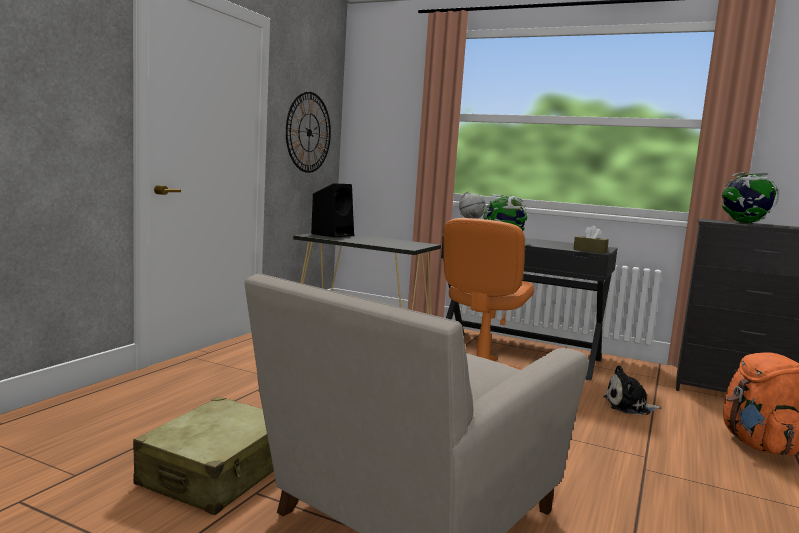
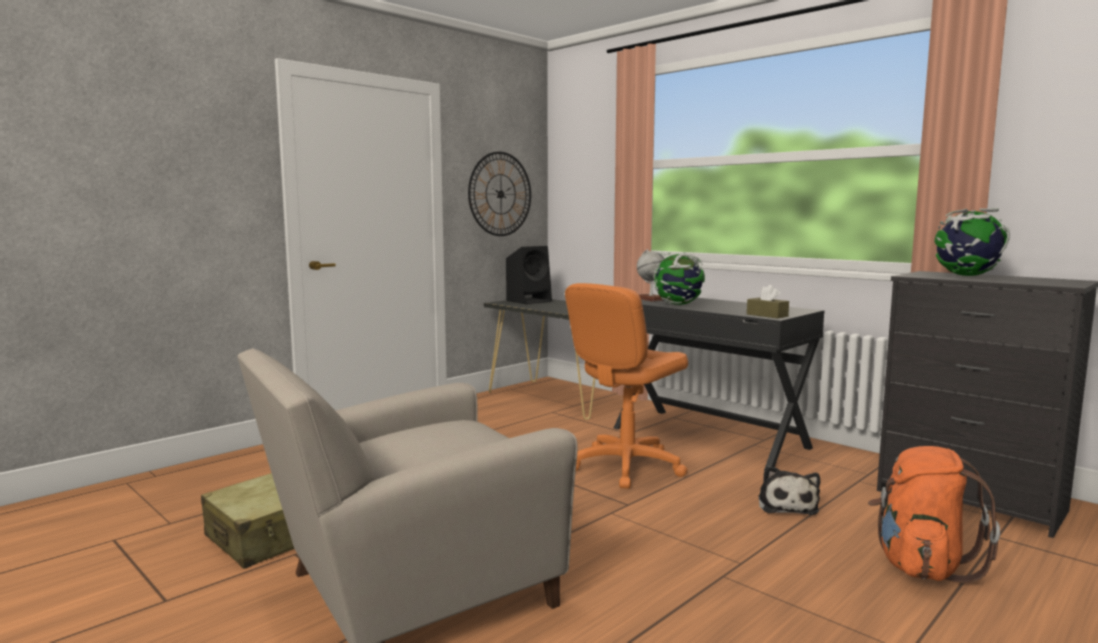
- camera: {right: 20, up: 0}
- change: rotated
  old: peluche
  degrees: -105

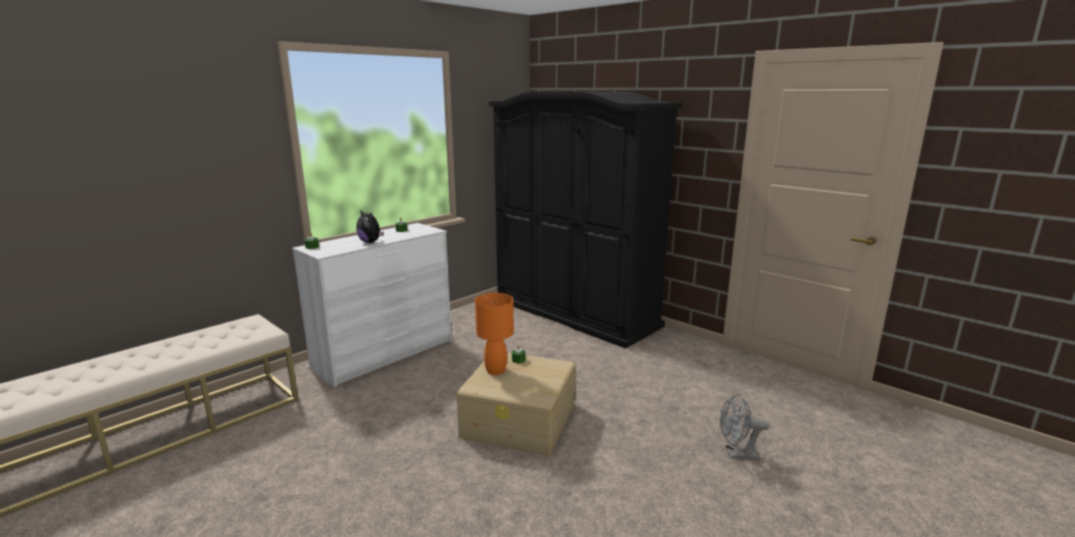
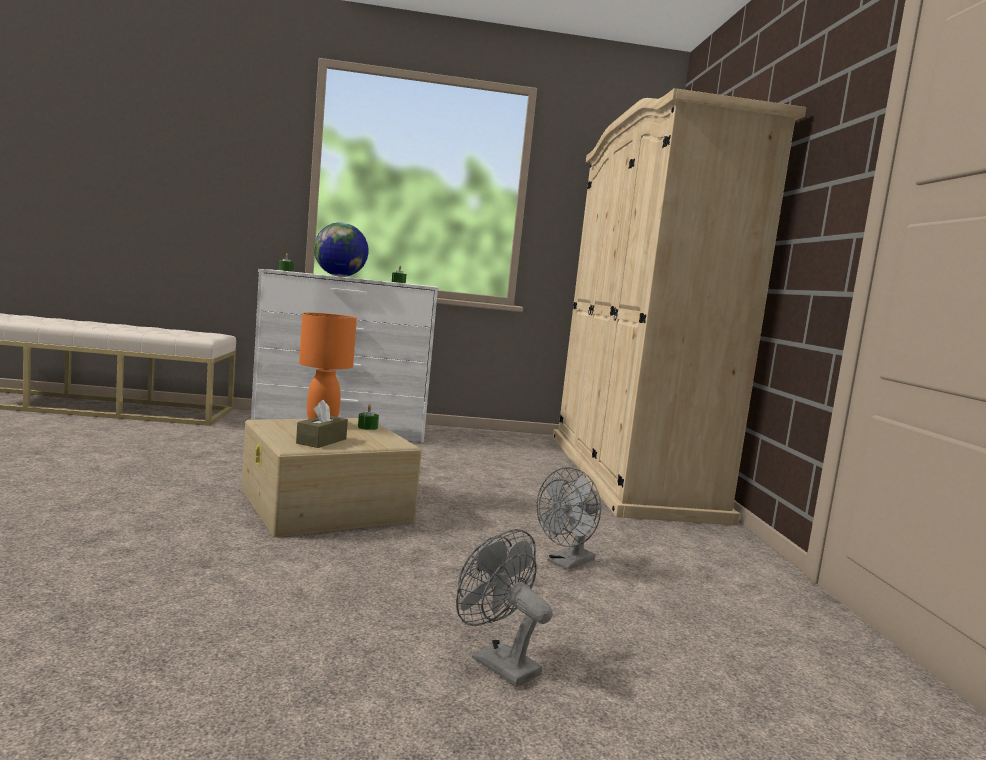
- camera: {right: 40, up: -10}
- change: repainted
  old: armario ropero (negro)
  new: armario ropero (beis)
- change: swapped
  old: peluche
  new: globo terráqueo
- change: new
  new: caja de pañuelos (marrón)
- change: new
  new: ventilador (gris) (no. 2 from left)

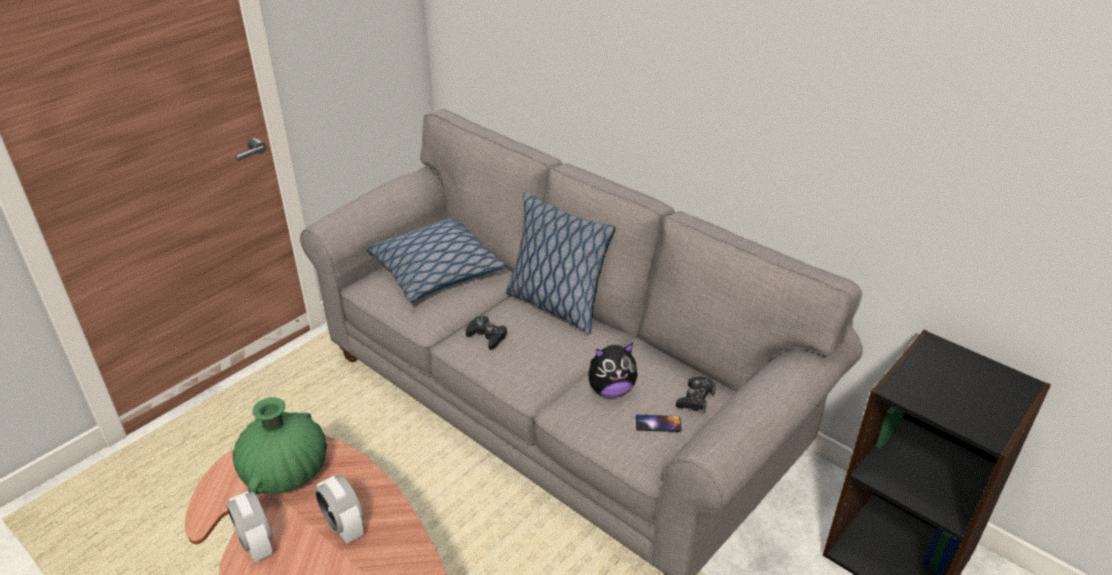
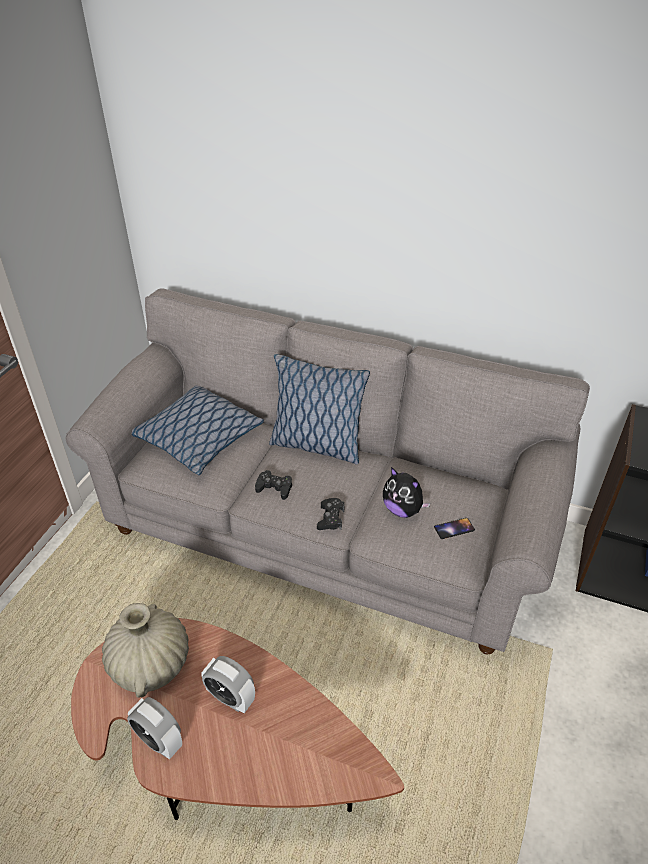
- camera: {right: -20, up: 5}
- change: rotated
  old: peluche
  degrees: 75
- change: shifted
  old: mando de consola (negro) (no. 2 from left)
- change: repainted
  old: florero (verde)
  new: florero (beis)

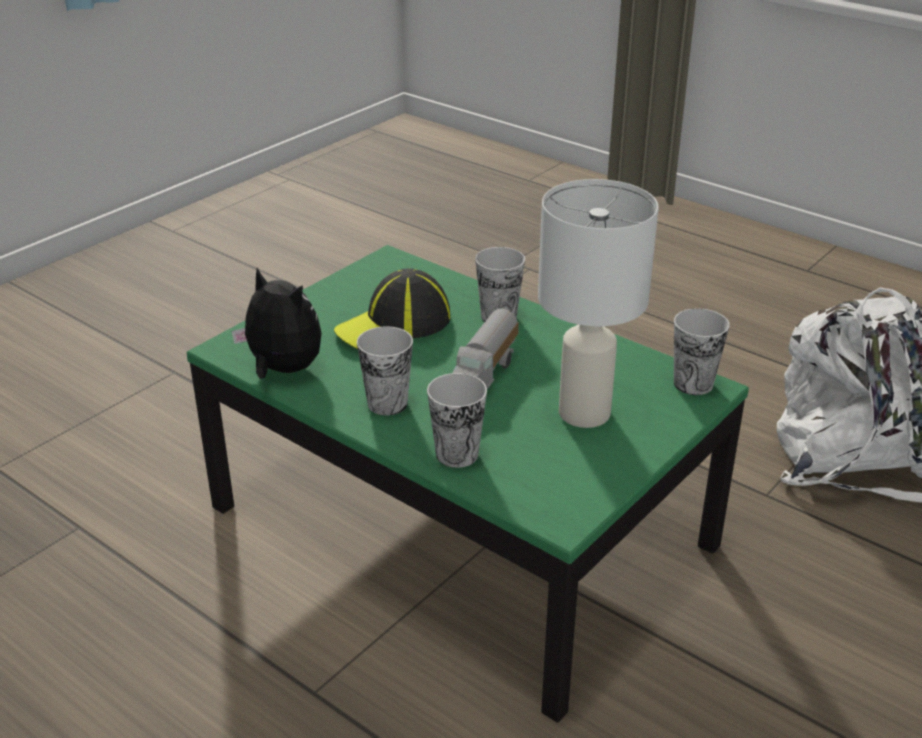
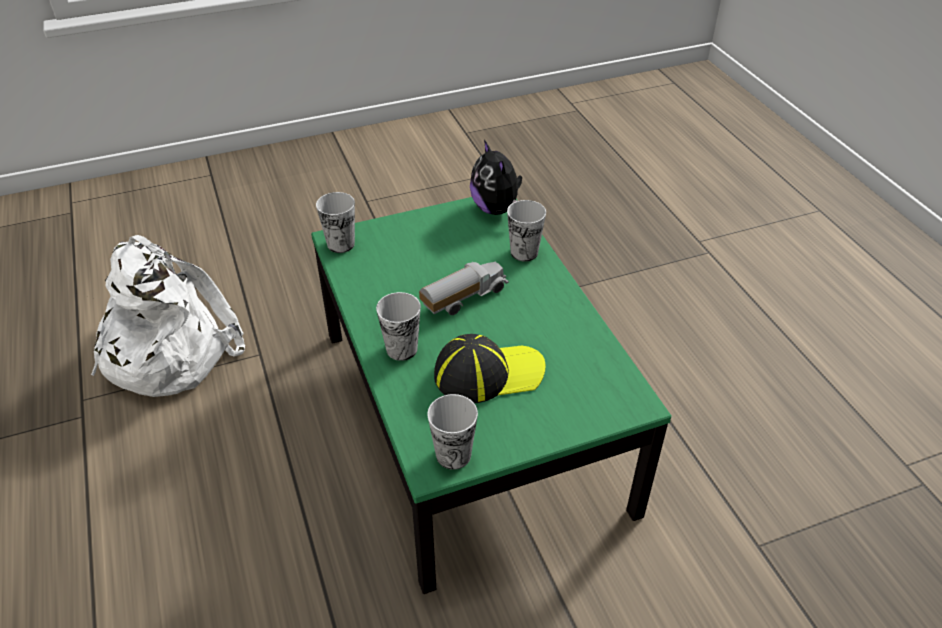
- camera: {right: -150, up: 10}
- change: gone
  old: lámpara de mesa (blanco)
- change: shifted
  old: peluche
- change: shifted
  old: taza (no. 1 from left in the first image)
  new: taza (no. 3 from left)

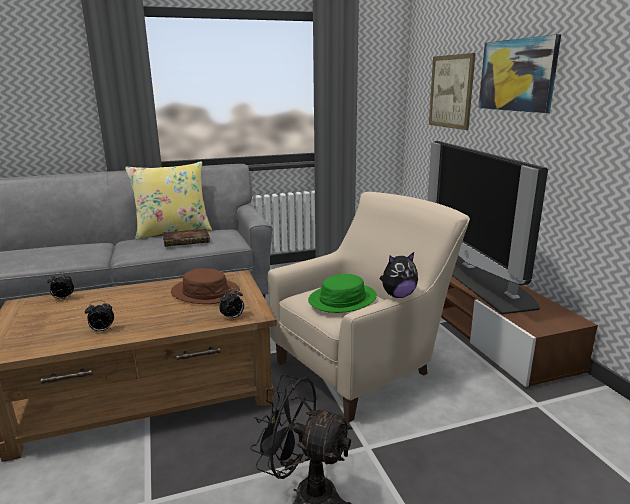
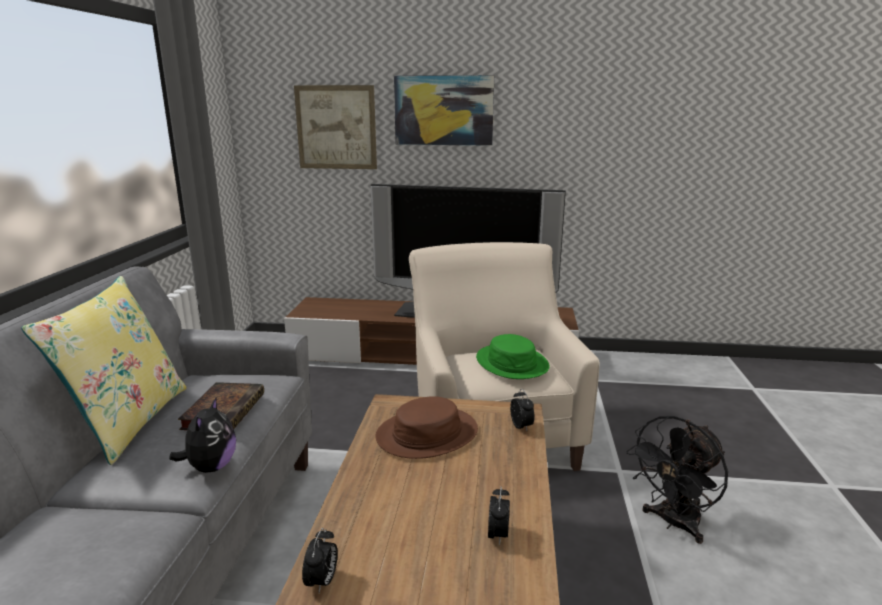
- camera: {right: -65, up: 0}
- change: shifted
  old: peluche

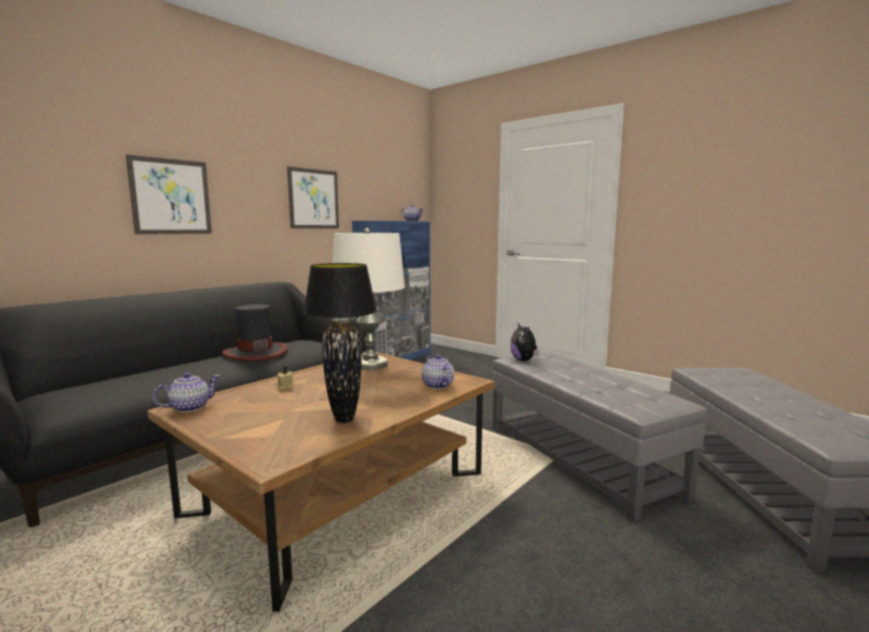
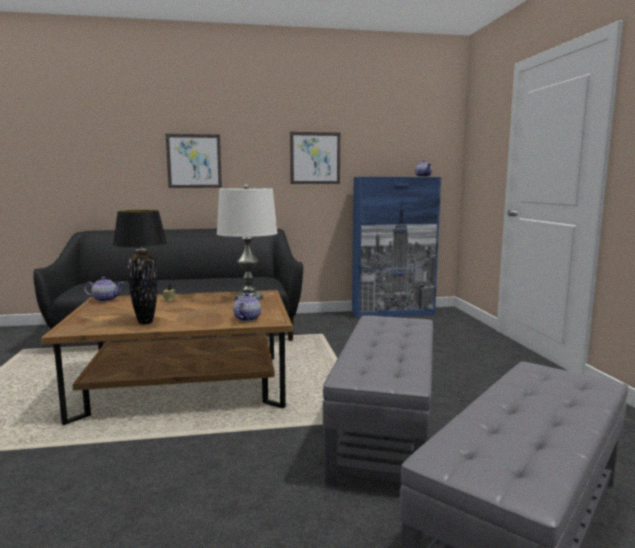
- camera: {right: 40, up: 0}
- change: gone
  old: sombrero
- change: gone
  old: peluche

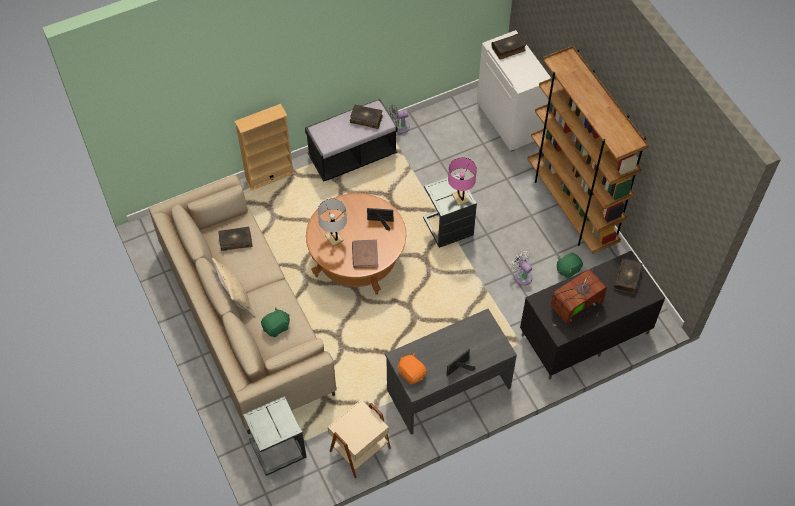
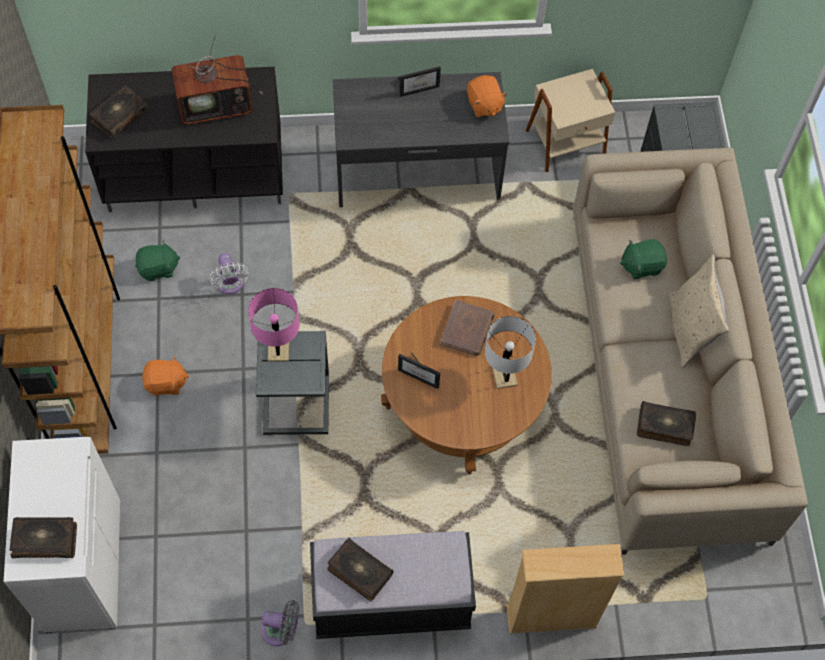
- camera: {right: -160, up: 5}
- change: new
  new: peluche (naranja) (no. 1 from left)

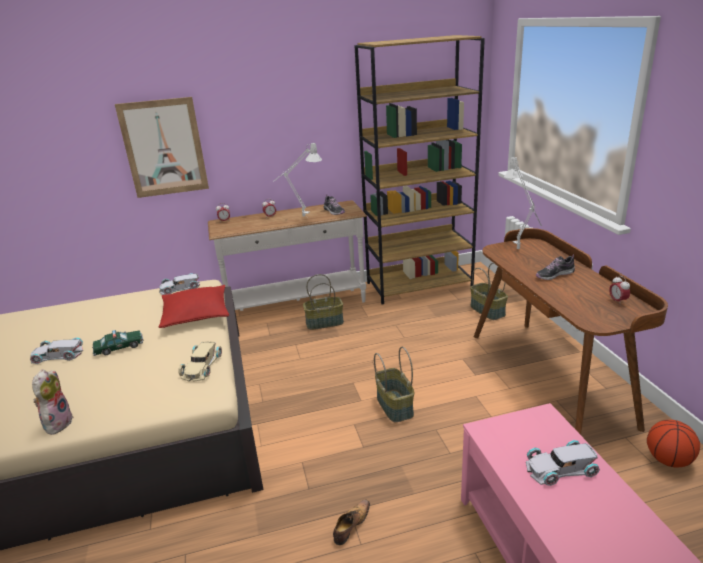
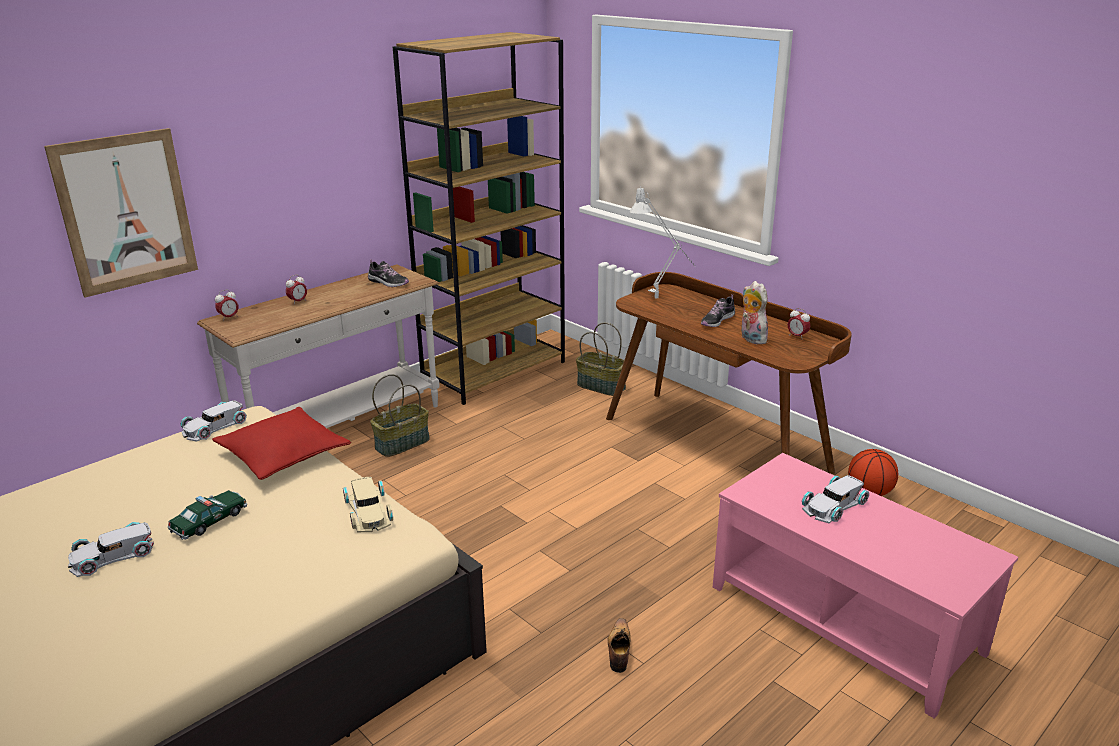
- camera: {right: -30, up: 0}
- change: gone
  old: lámpara de mesa (gris) (no. 1 from left)
- change: gone
  old: cesta (no. 2 from left)
- change: shifted
  old: peluche

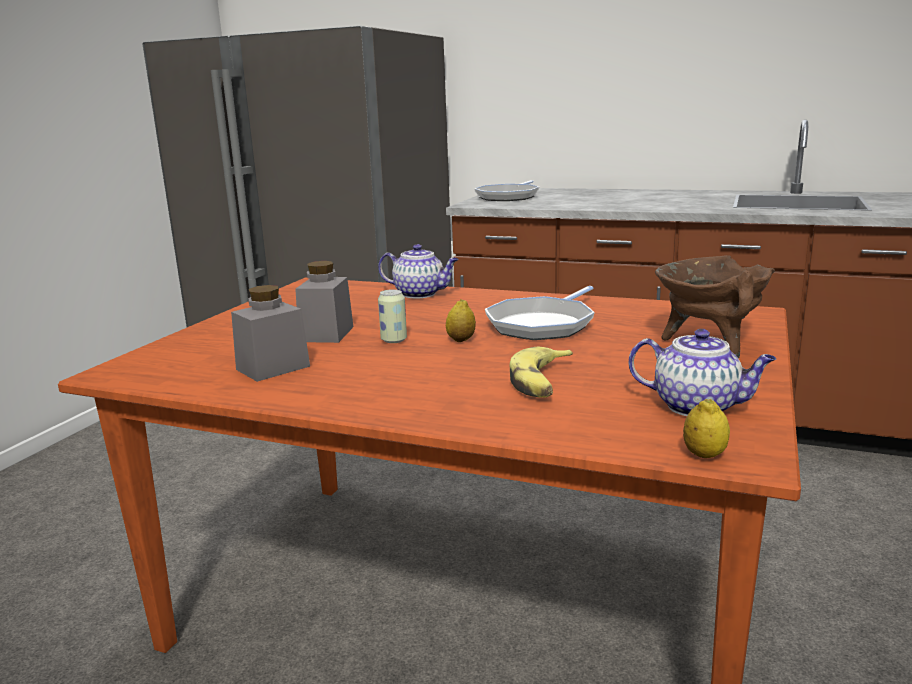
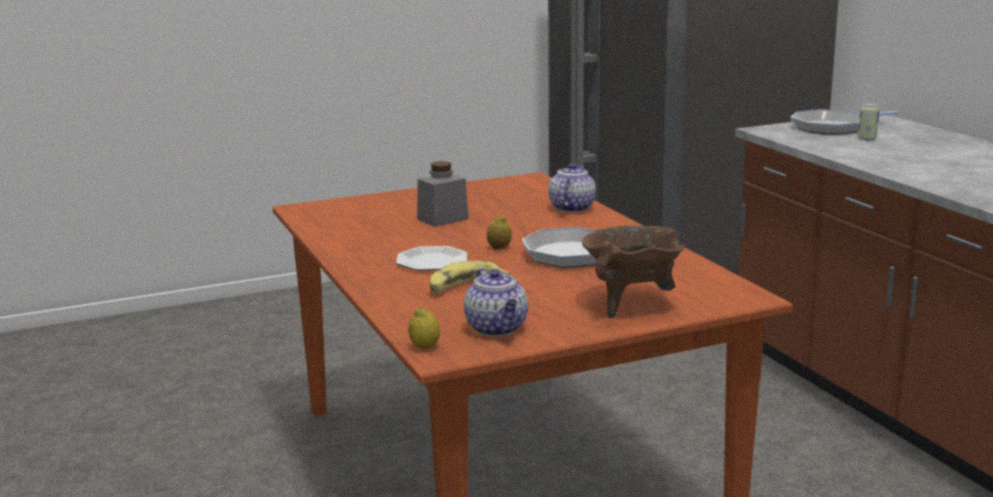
- camera: {right: 45, up: 0}
- change: rotated
  old: tetera (no. 1 from left in the first image)
  degrees: -135
- change: gone
  old: tarro (gris) (no. 1 from left)
- change: shifted
  old: lata
- change: new
  new: plato

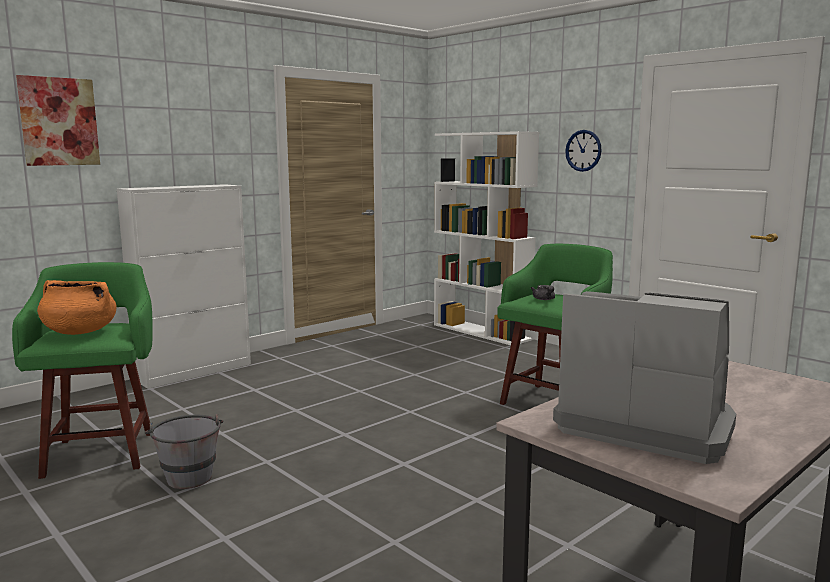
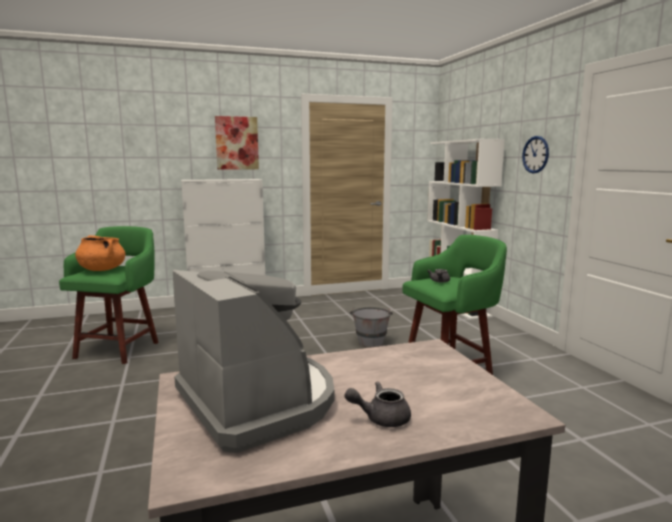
- camera: {right: 25, up: 0}
- change: shifted
  old: cuadro
- change: shifted
  old: cubo (gris)
- change: new
  new: tetera (gris) (no. 1 from left)

